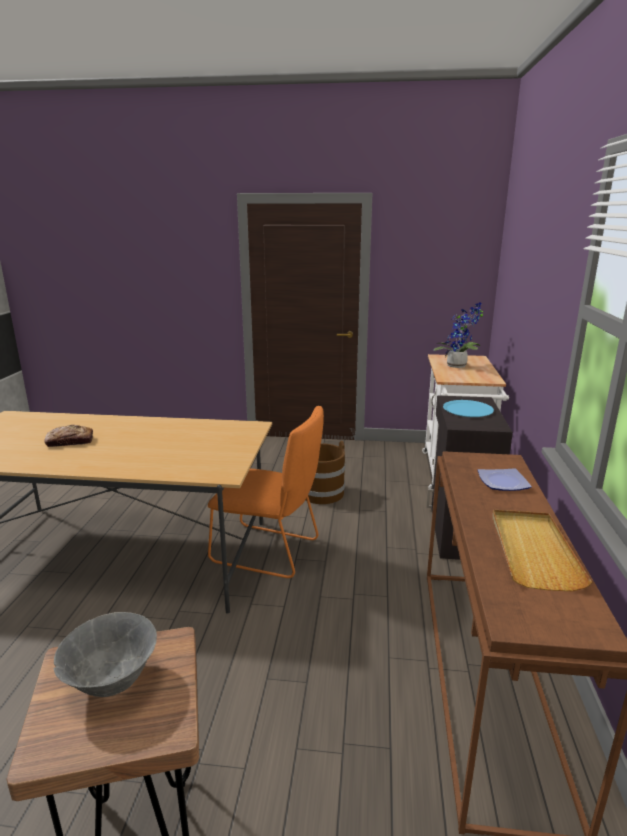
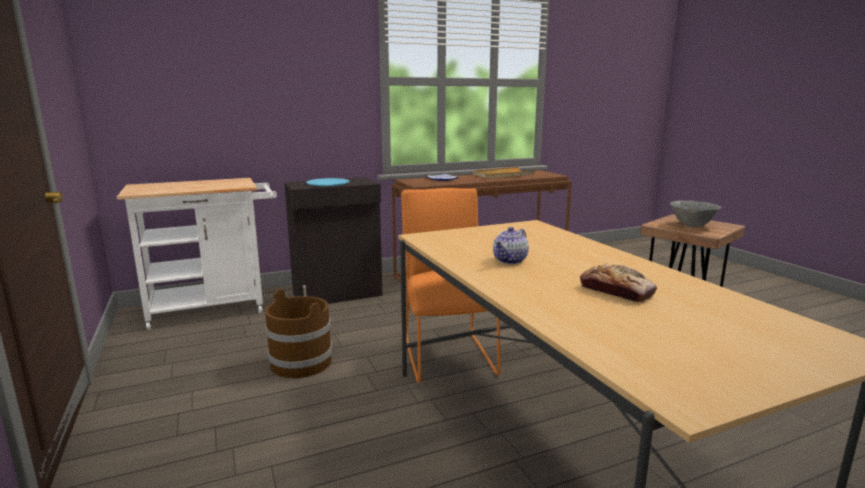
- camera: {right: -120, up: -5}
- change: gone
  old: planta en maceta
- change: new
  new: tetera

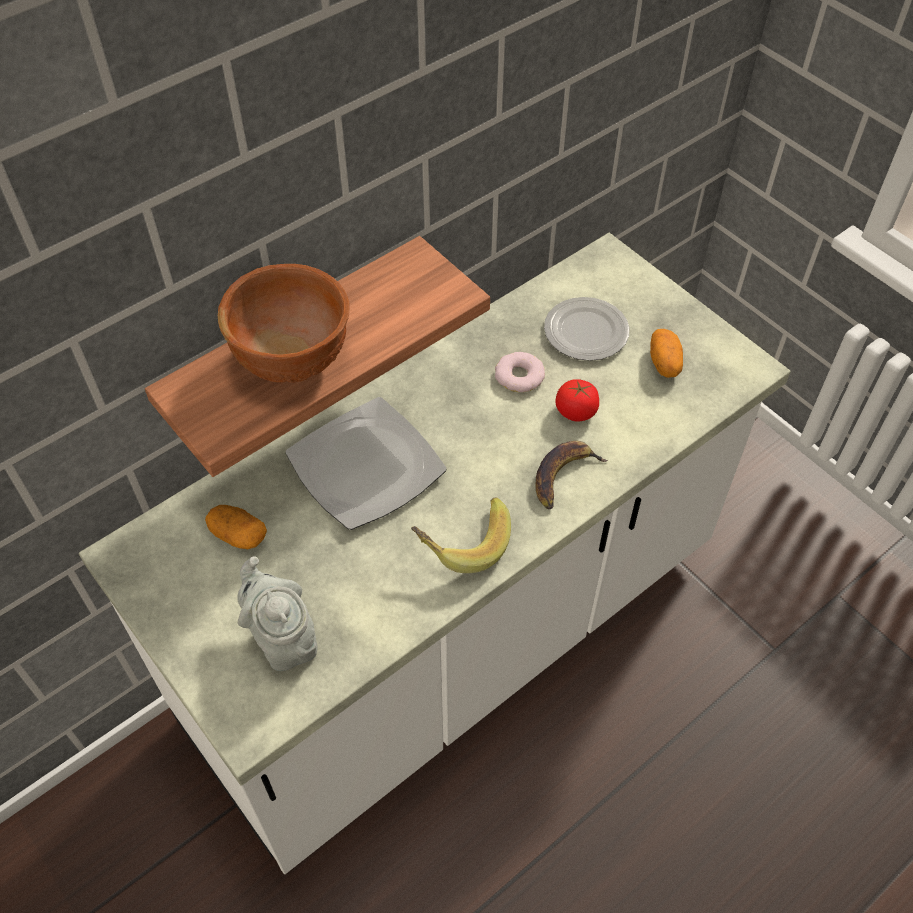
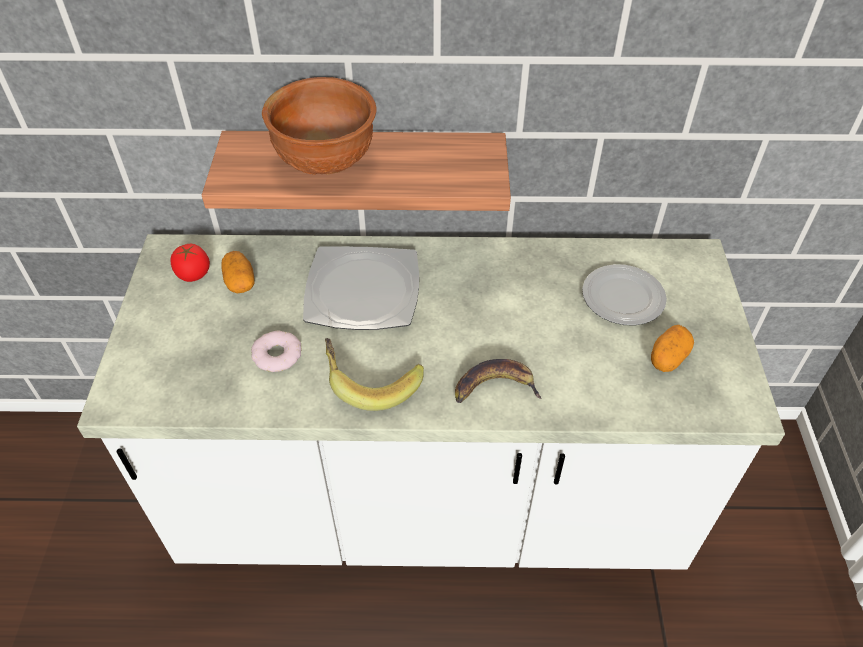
- camera: {right: 40, up: -5}
- change: shifted
  old: rosquilla
- change: shifted
  old: tomate
- change: gone
  old: tetera (gris)

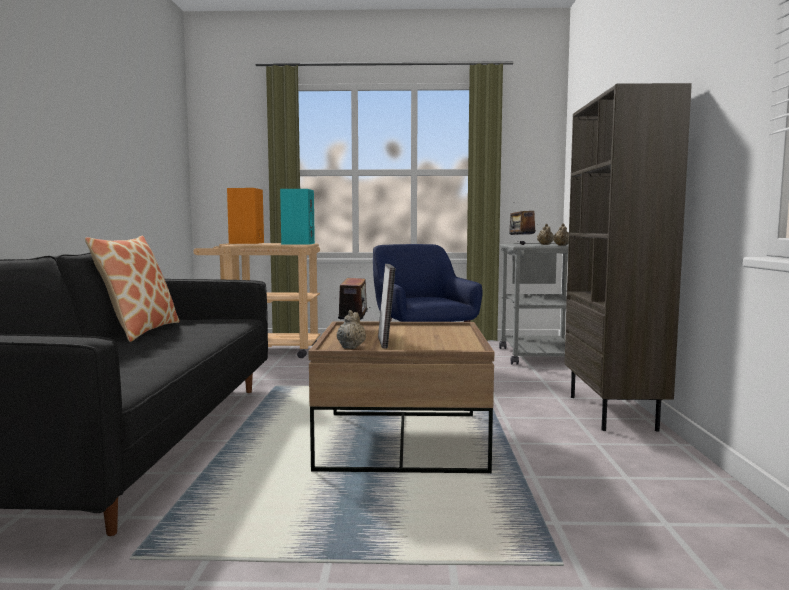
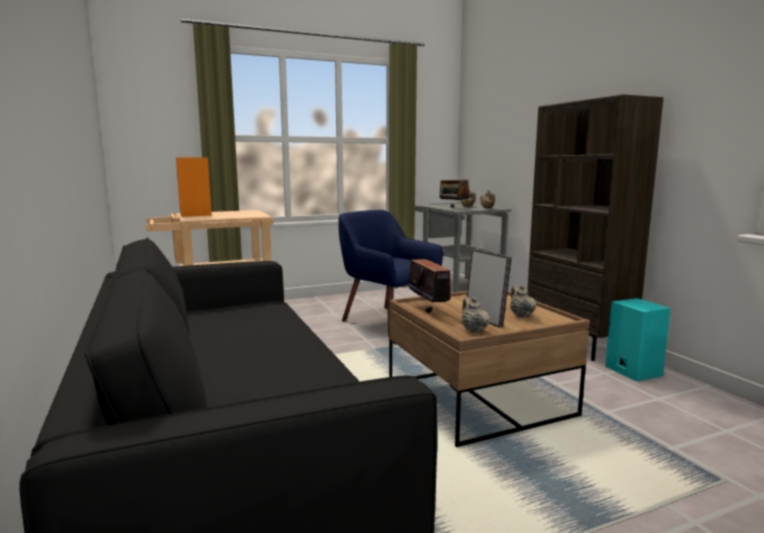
- camera: {right: -25, up: 5}
- change: shifted
  old: altavoz (turquesa)
- change: gone
  old: cojín
- change: new
  new: tetera (beis) (no. 4 from left)

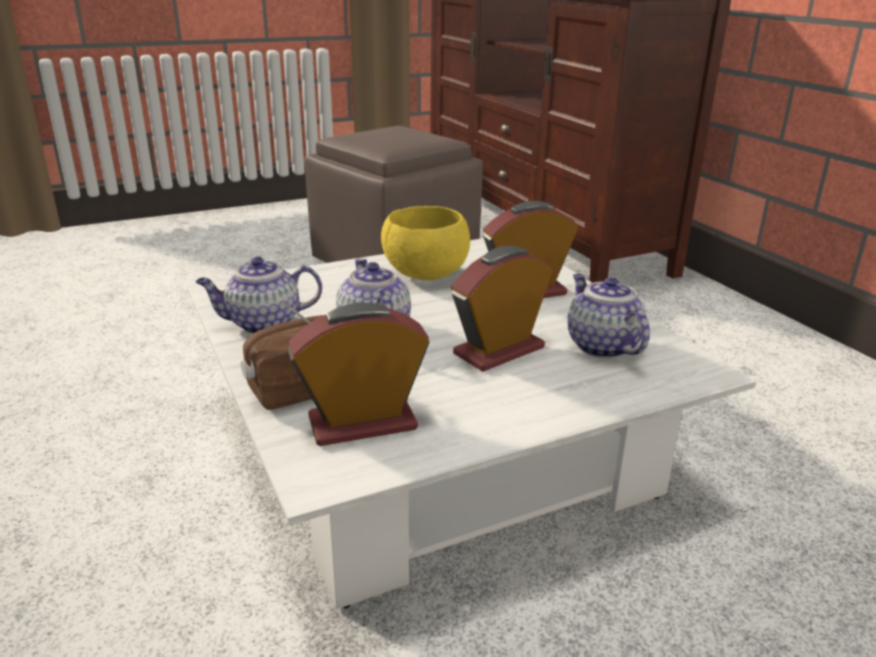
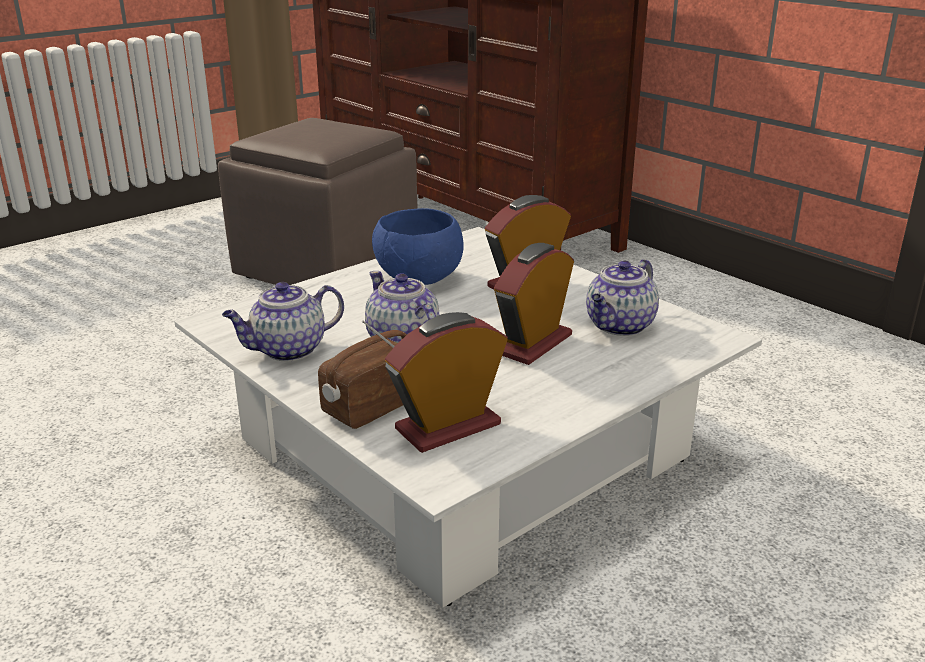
- camera: {right: -15, up: 0}
- change: repainted
  old: cuenco (amarillo)
  new: cuenco (azul)
- change: rotated
  old: tetera (no. 3 from left)
  degrees: -105

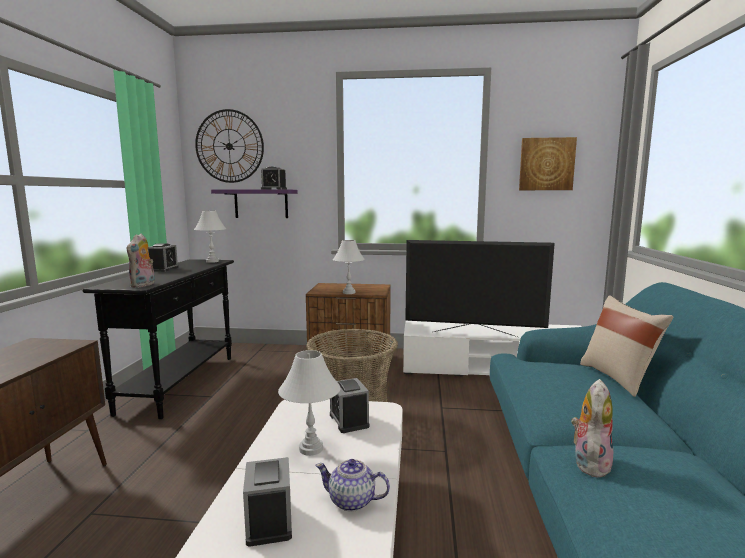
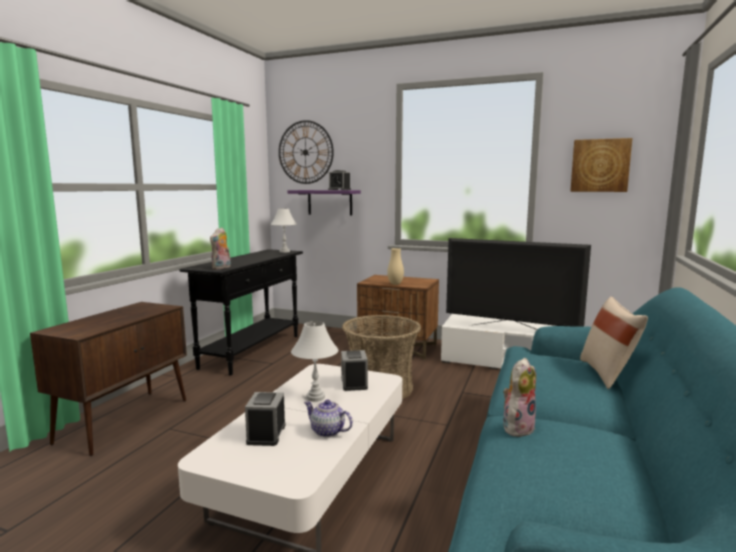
- camera: {right: 15, up: 0}
- change: swapped
  old: lámpara de mesa (blanco) (no. 3 from left)
  new: florero (beis)
- change: gone
  old: despertador (no. 1 from left)

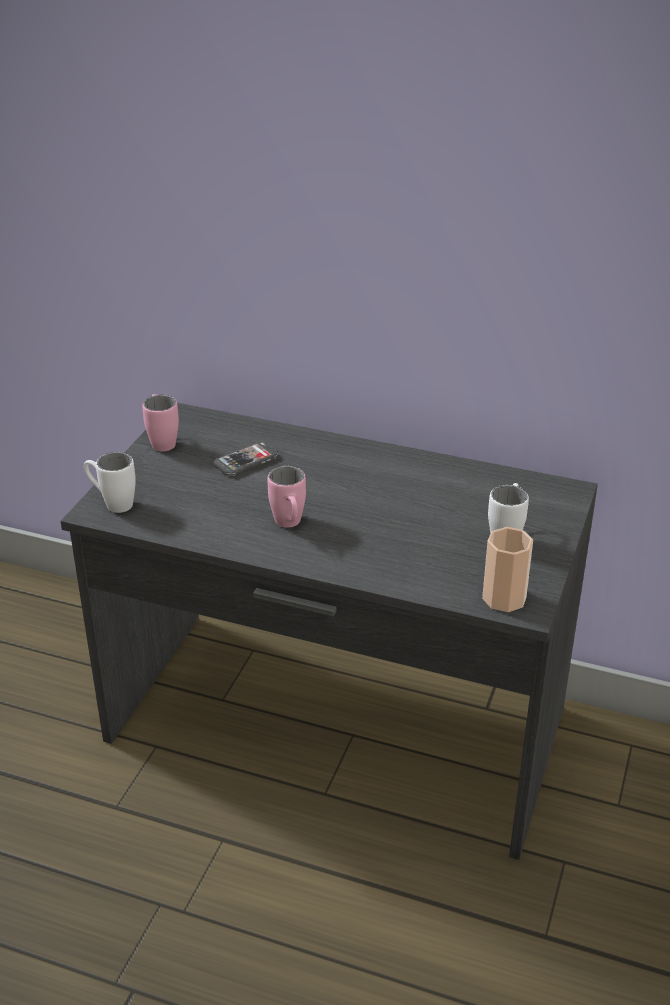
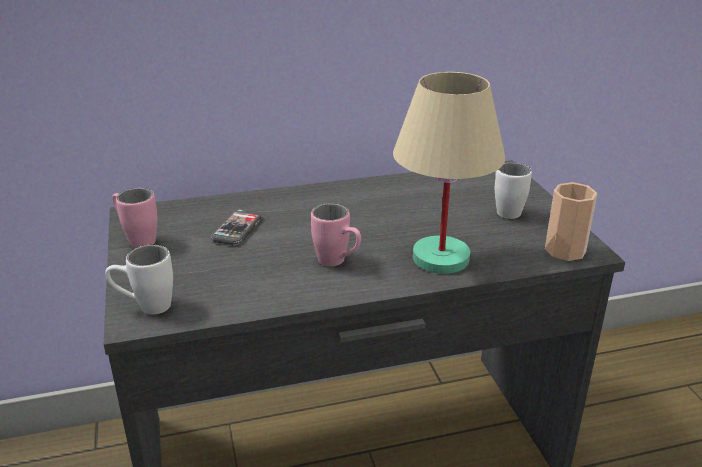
- camera: {right: -35, up: -5}
- change: new
  new: lámpara de mesa (beis)

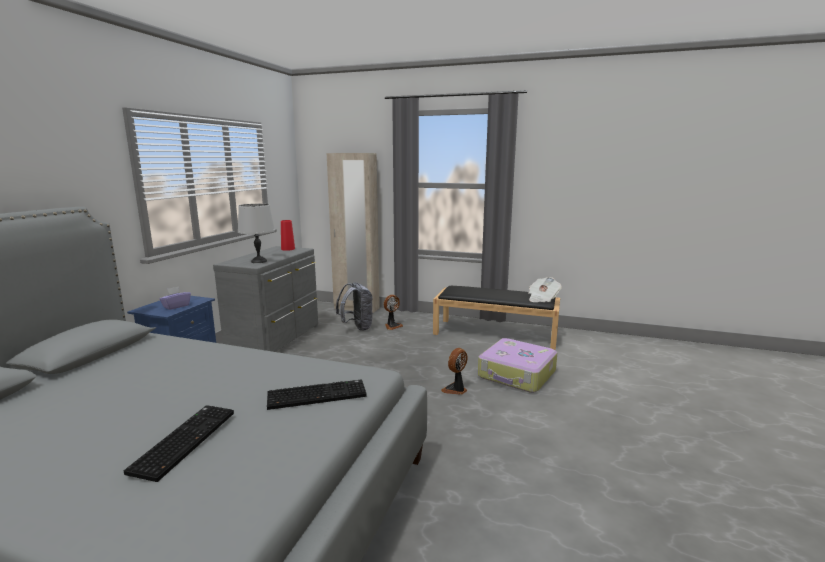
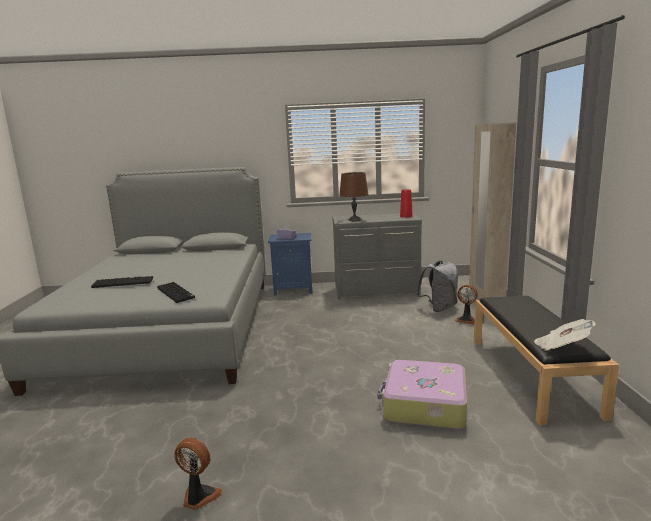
- camera: {right: 70, up: 0}
- change: repainted
  old: lámpara de mesa (gris)
  new: lámpara de mesa (marrón)
- change: shifted
  old: ventilador (no. 2 from left in the first image)
  new: ventilador (no. 1 from left)

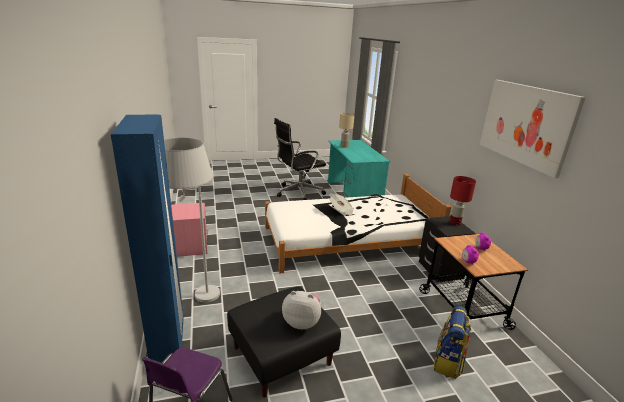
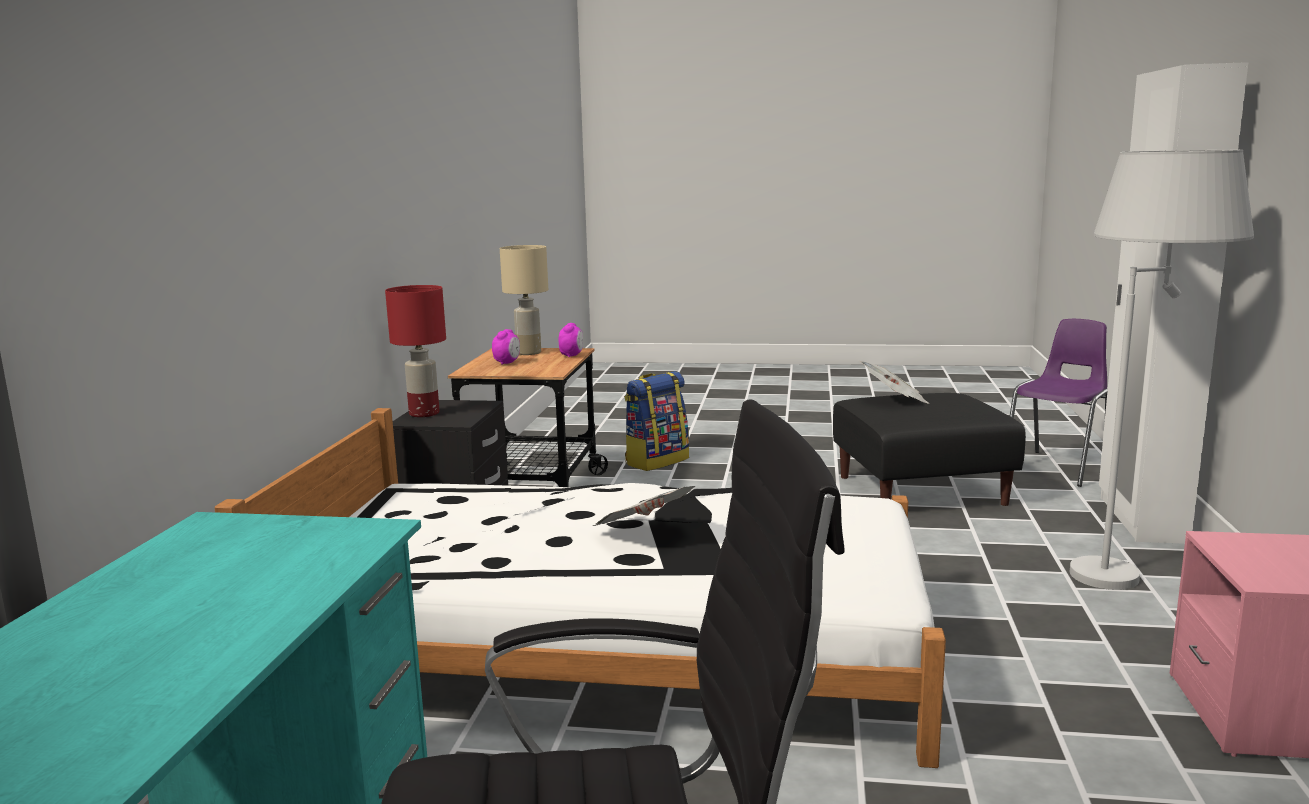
- camera: {right: -155, up: -10}
- change: gone
  old: cuadro
- change: shifted
  old: lámpara de mesa (beis)
- change: repainted
  old: armario ropero (azul)
  new: armario ropero (blanco)
- change: swapped
  old: peluche
  new: periódico (no. 2 from left)

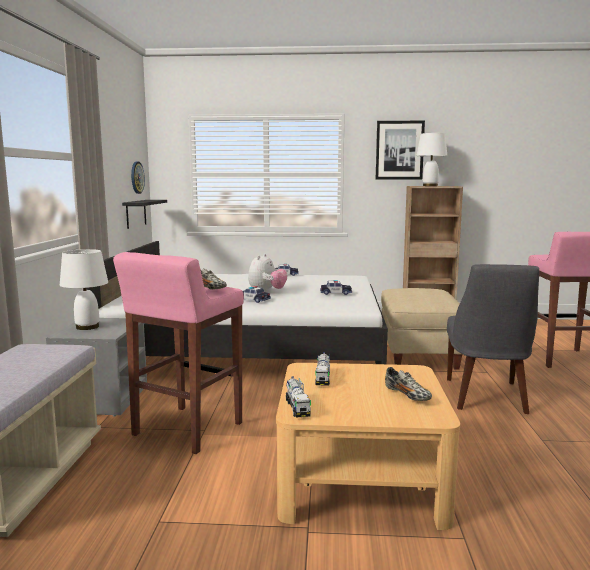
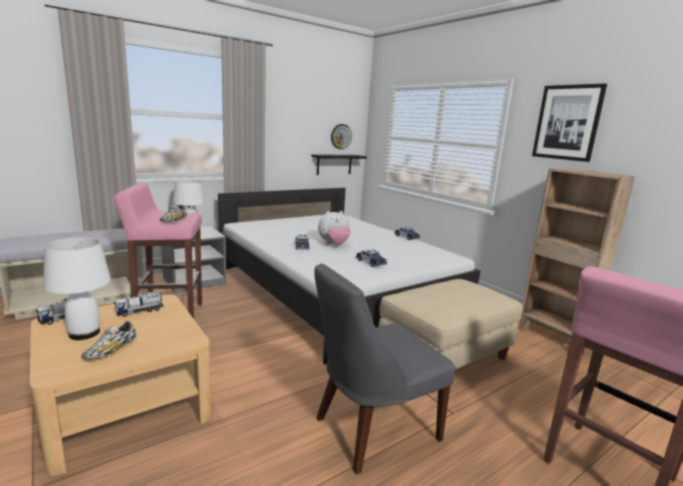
- camera: {right: 50, up: 5}
- change: shifted
  old: lámpara de mesa (blanco) (no. 2 from left in the first image)
  new: lámpara de mesa (blanco) (no. 1 from left)

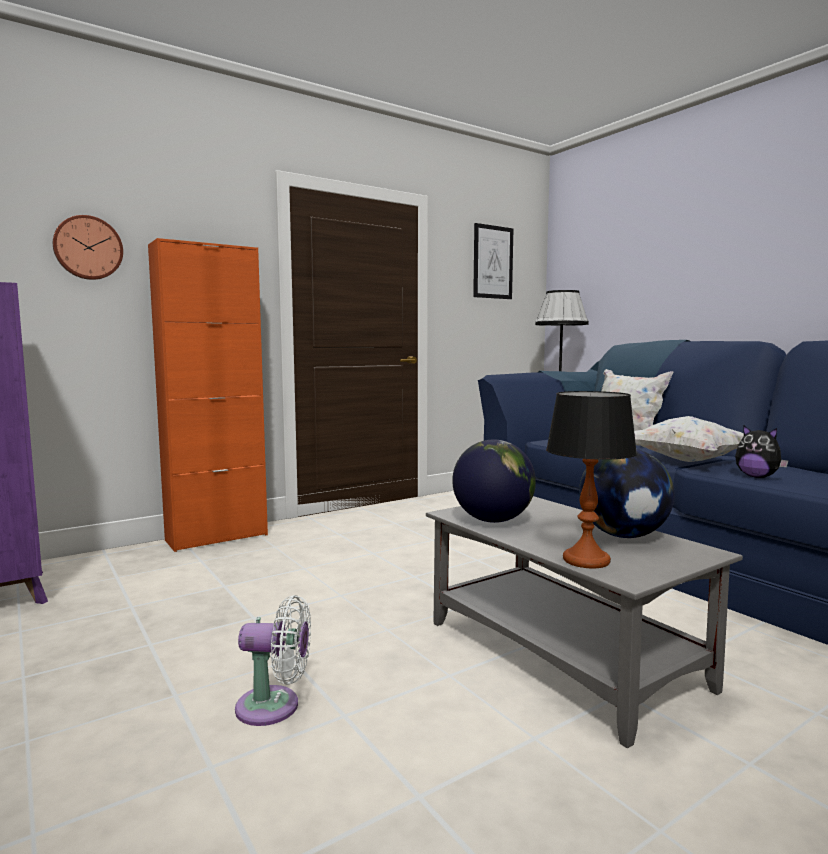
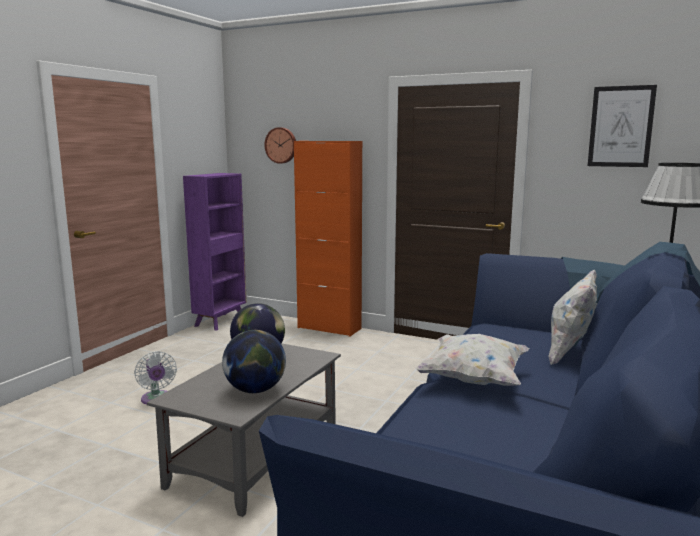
- camera: {right: 60, up: 5}
- change: gone
  old: lámpara de mesa
- change: gone
  old: peluche

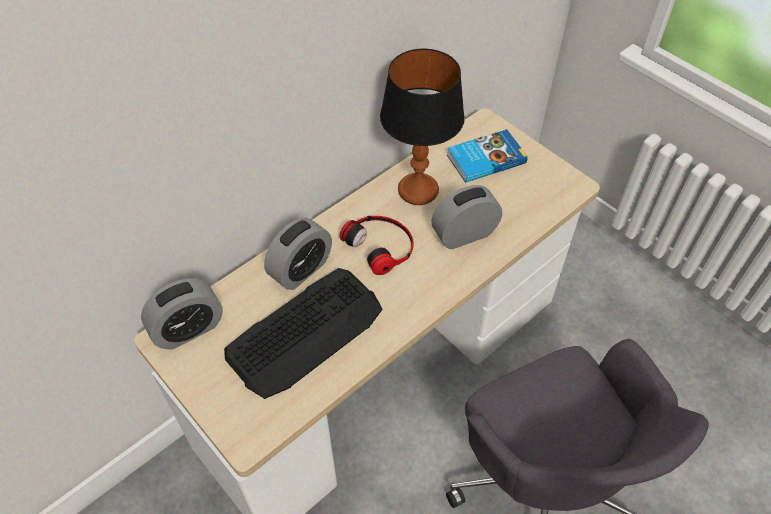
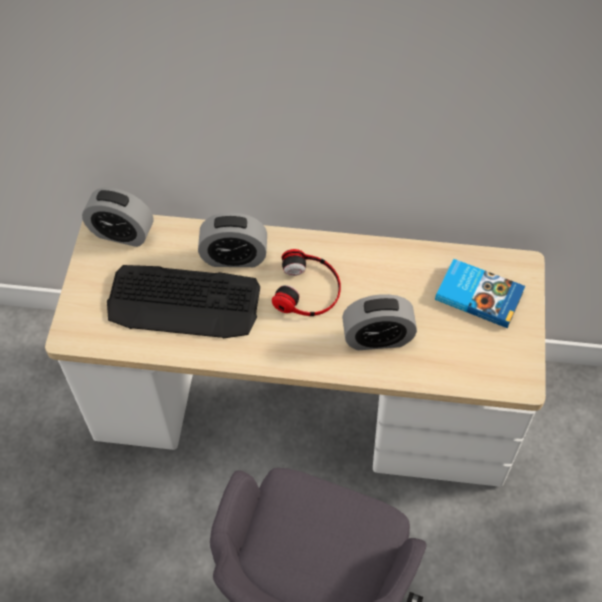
- camera: {right: 50, up: 5}
- change: gone
  old: lámpara de mesa
- change: rotated
  old: despertador (no. 3 from left)
  degrees: 150

